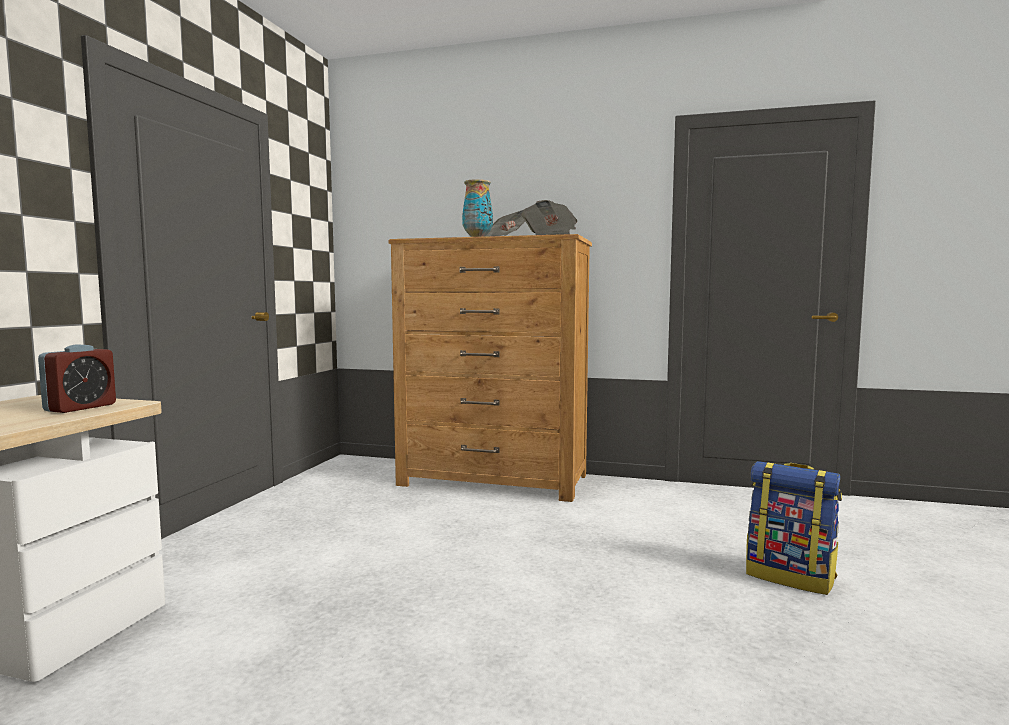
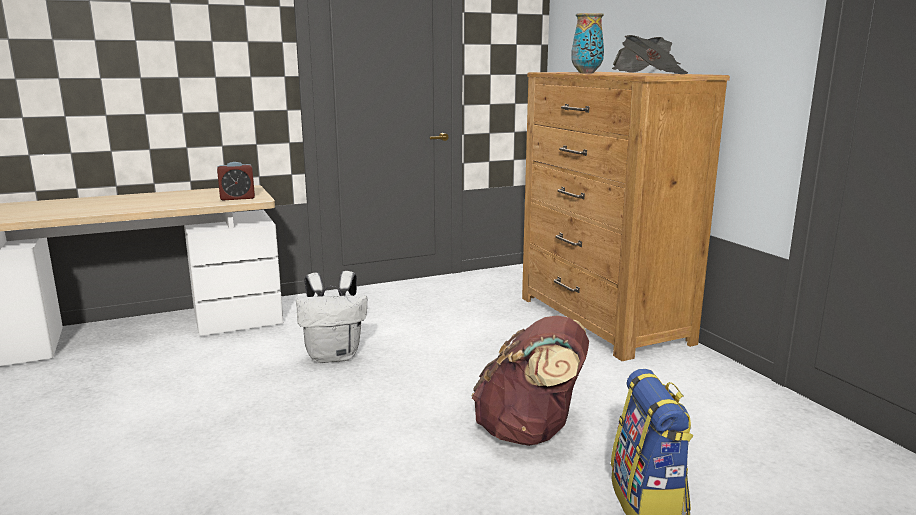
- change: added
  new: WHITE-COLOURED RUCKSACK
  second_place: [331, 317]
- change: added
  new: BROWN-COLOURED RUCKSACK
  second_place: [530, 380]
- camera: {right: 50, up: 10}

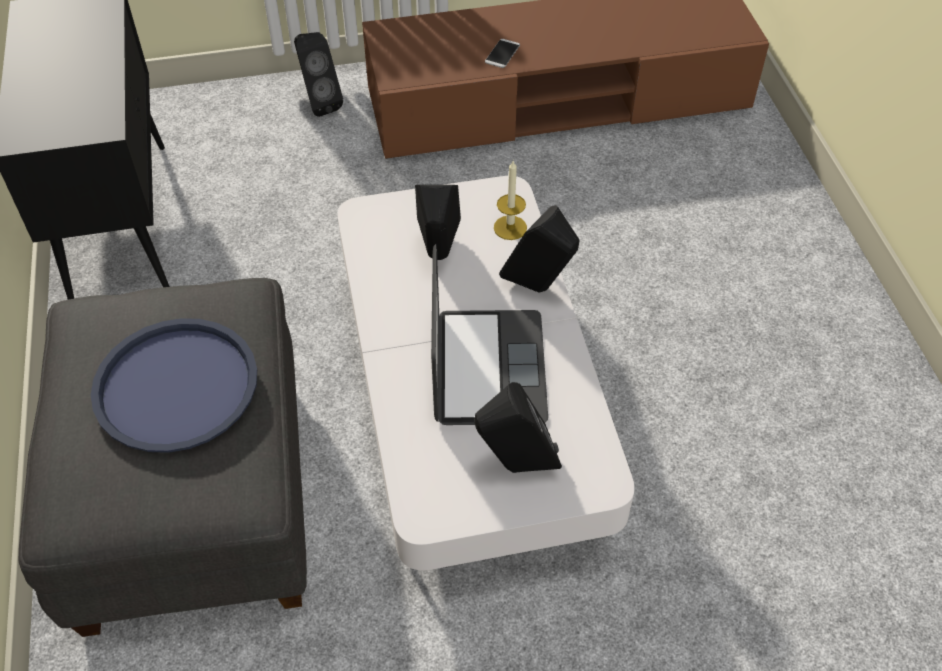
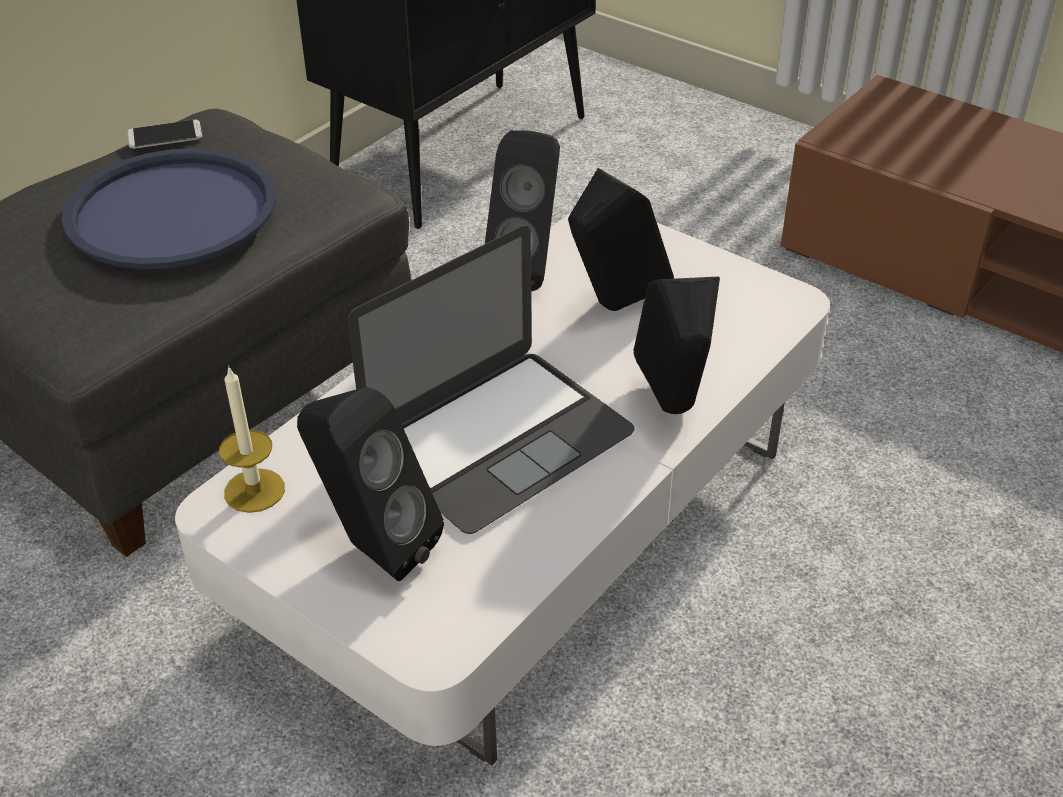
- change: moved
  old: TELEPHONE
  first_place: [502, 53]
  second_place: [164, 134]
- change: moved
  old: CANDLE
  first_place: [510, 200]
  second_place: [252, 439]
- change: moved
  old: BLACK AUDIO SPEAKER
  first_place: [318, 74]
  second_place: [522, 210]
- camera: {right: 50, up: -10}

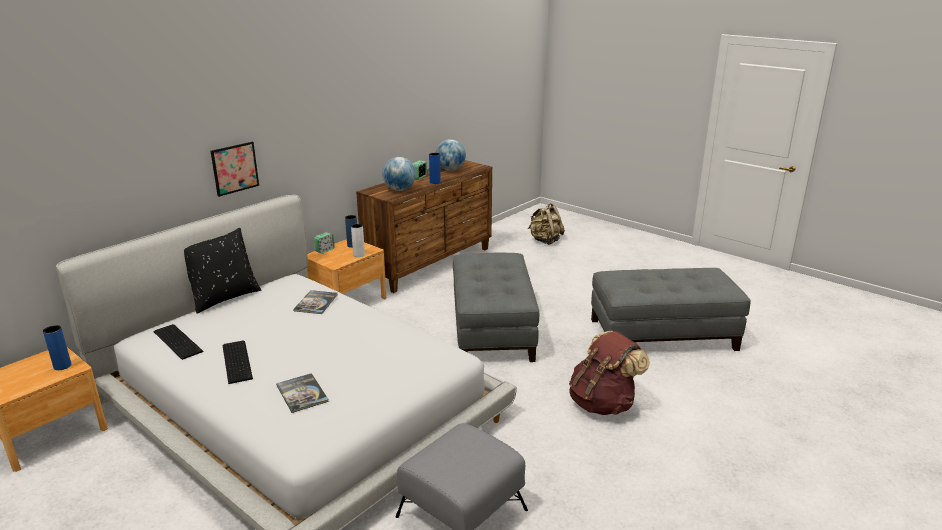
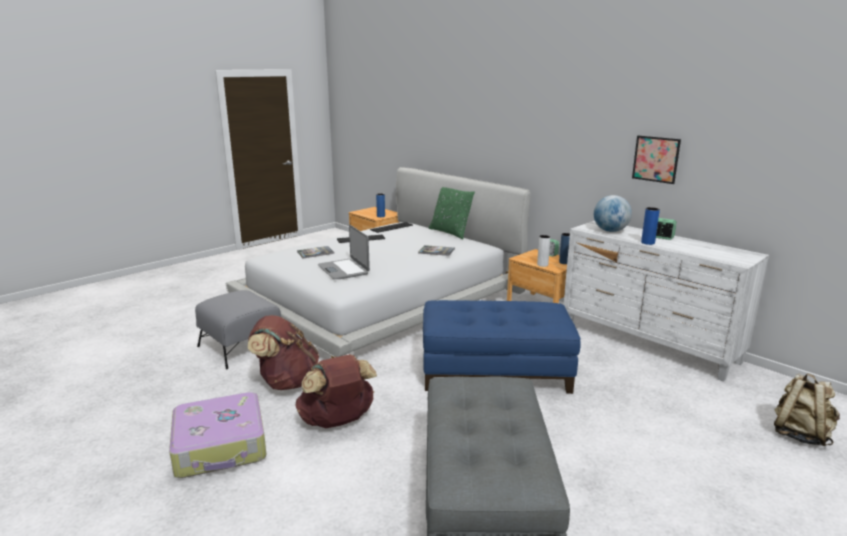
- change: added
  new: TRAVEL CASE
  second_place: [217, 435]
- change: added
  new: BROWN-COLOURED RUCKSACK
  second_place: [283, 352]
- change: added
  new: LAPTOP
  second_place: [344, 252]
- change: recoloured
  old: GREY POUFFE
  new: BLUISH POUFFE
  first_place: [496, 307]
  second_place: [502, 347]
- change: recoloured
  old: BLACK PILLOW
  new: GREEN-COLOURED PILLOW
  first_place: [222, 270]
  second_place: [452, 213]
- change: recoloured
  old: BROWN-COLOURED DRAWER CHEST
  new: WHITE-COLOURED DRAWER CHEST
  first_place: [424, 226]
  second_place: [666, 301]
- change: moved
  old: WALL ART
  first_place: [235, 169]
  second_place: [656, 160]
- change: removed
  old: WORLD GLOBE
  first_place: [450, 155]
- camera: {right: 95, up: -5}

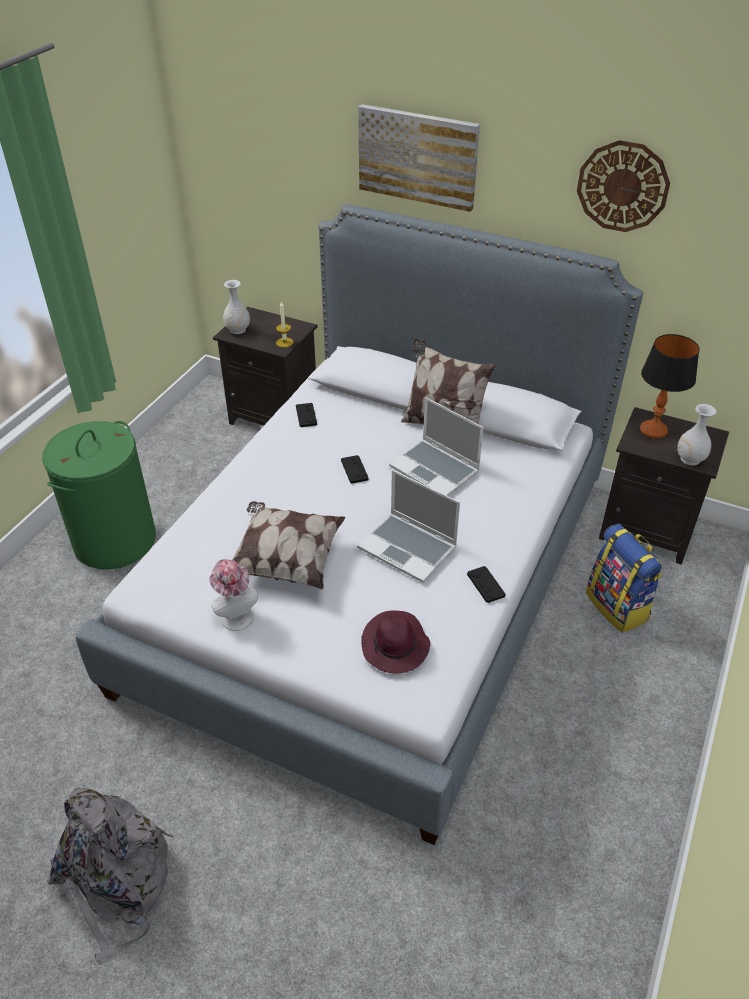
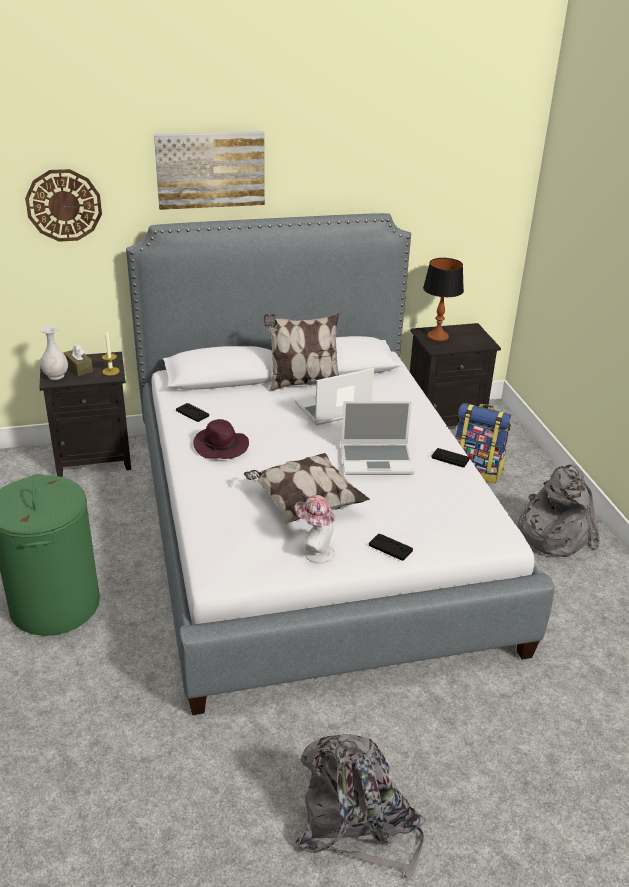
- change: moved
  old: WALL CLOCK
  first_place: [623, 186]
  second_place: [63, 205]
- change: added
  new: BROWN-COLOURED TISSUE HOLDER
  second_place: [78, 360]
- change: moved
  old: PURPLE CLOTHING HAT
  first_place: [395, 642]
  second_place: [221, 439]
- change: turned
  old: LAPTOP
  first_place: [436, 446]
  second_place: [334, 396]
  degrees: 150
- change: moved
  old: BLACK GAMEPAD
  first_place: [355, 469]
  second_place: [391, 547]
- change: added
  new: GREY RUCKSACK
  second_place: [559, 511]
- change: removed
  old: WHITE-COLOURED VASE
  first_place: [696, 434]
- camera: {right: -40, up: -10}

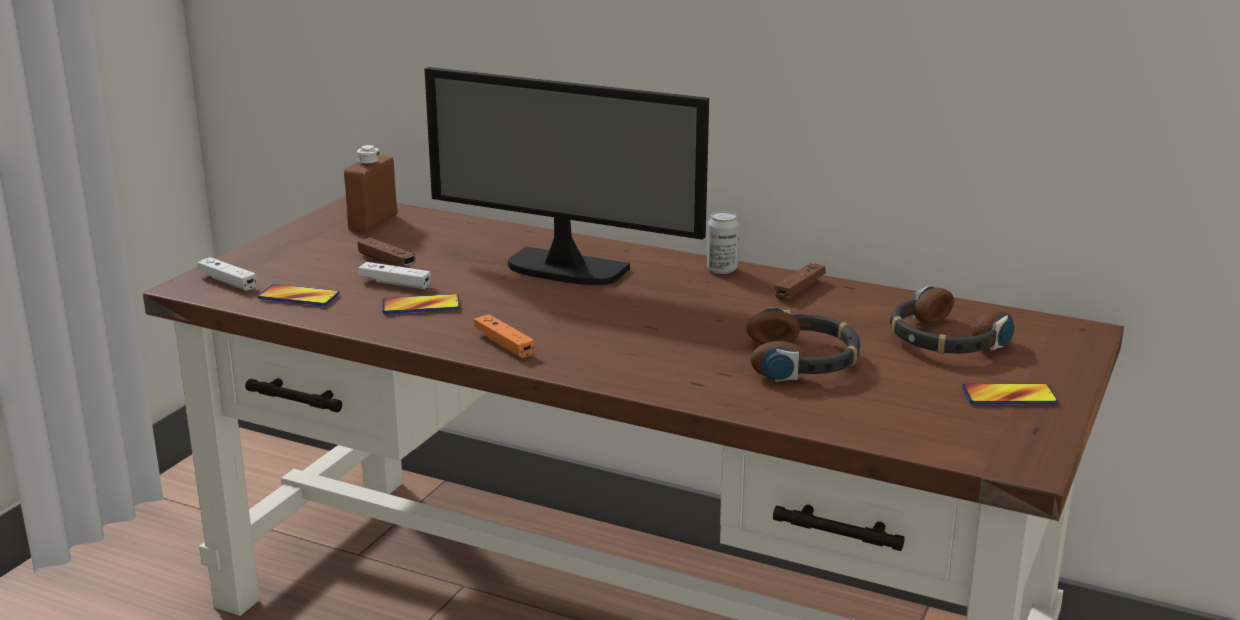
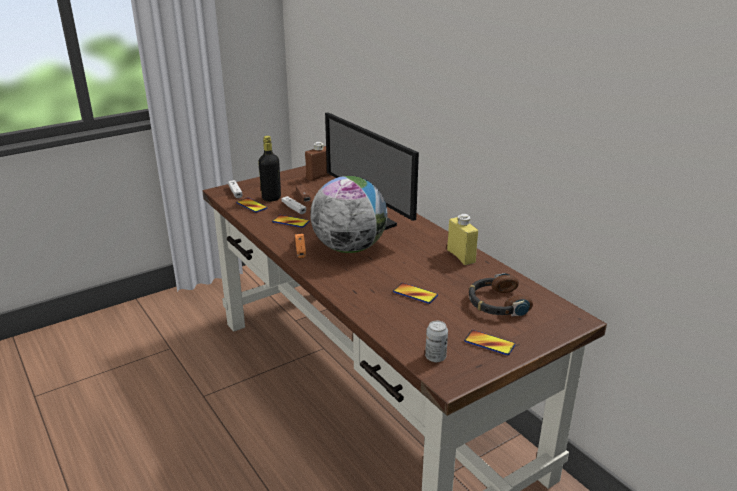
- change: added
  new: BLACK DRINK BOTTLE
  second_place: [269, 169]
- change: added
  new: WORLD GLOBE
  second_place: [349, 214]
- change: replaced
  old: HEADPHONES
  new: TELEPHONE
  first_place: [803, 344]
  second_place: [415, 293]
- change: moved
  old: METAL CAN
  first_place: [723, 243]
  second_place: [436, 341]
- change: replaced
  old: BROWN-COLOURED GAMEPAD
  new: YELLOW-COLOURED DRINK BOTTLE
  first_place: [800, 282]
  second_place: [462, 239]
- camera: {right: 30, up: 5}

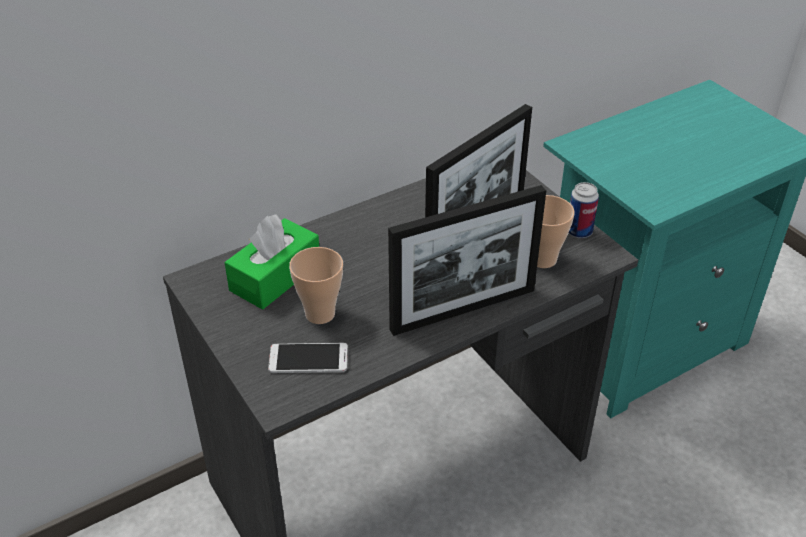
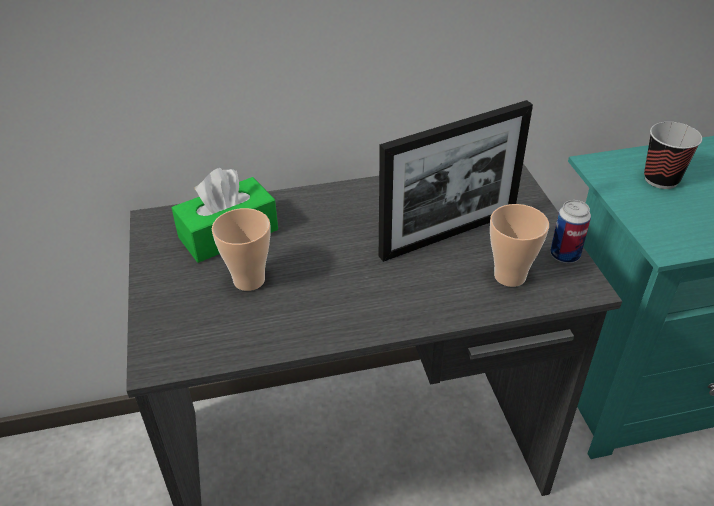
- change: added
  new: DRINKING CUP
  second_place: [673, 155]
- change: removed
  old: TELEPHONE
  first_place: [308, 358]
- change: removed
  old: PHOTO FRAME
  first_place: [467, 260]
- camera: {right: 20, up: 0}

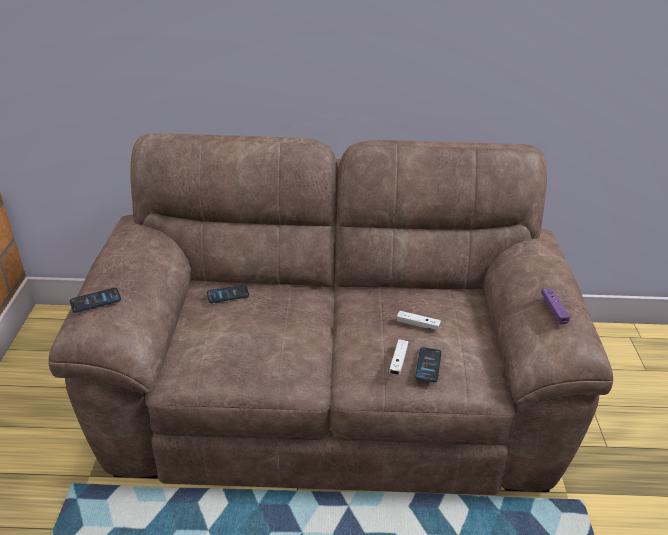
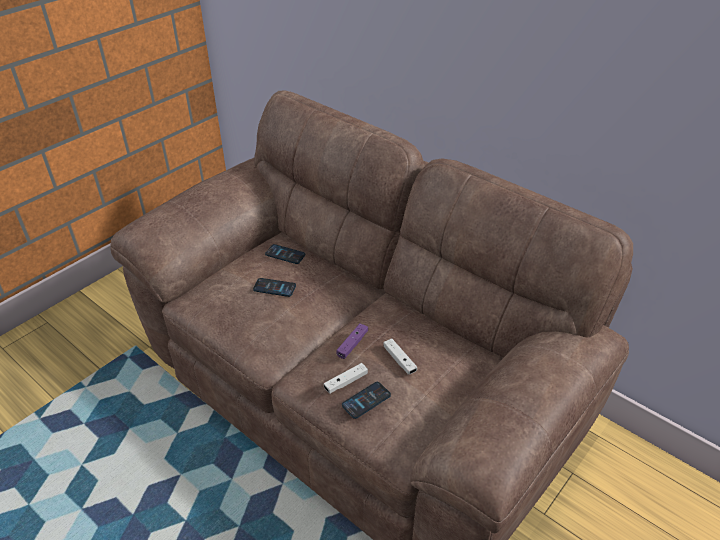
- change: moved
  old: TELEPHONE
  first_place: [95, 300]
  second_place: [274, 287]
- change: moved
  old: PURPLE GAMEPAD
  first_place: [555, 306]
  second_place: [352, 341]
- camera: {right: 40, up: 5}

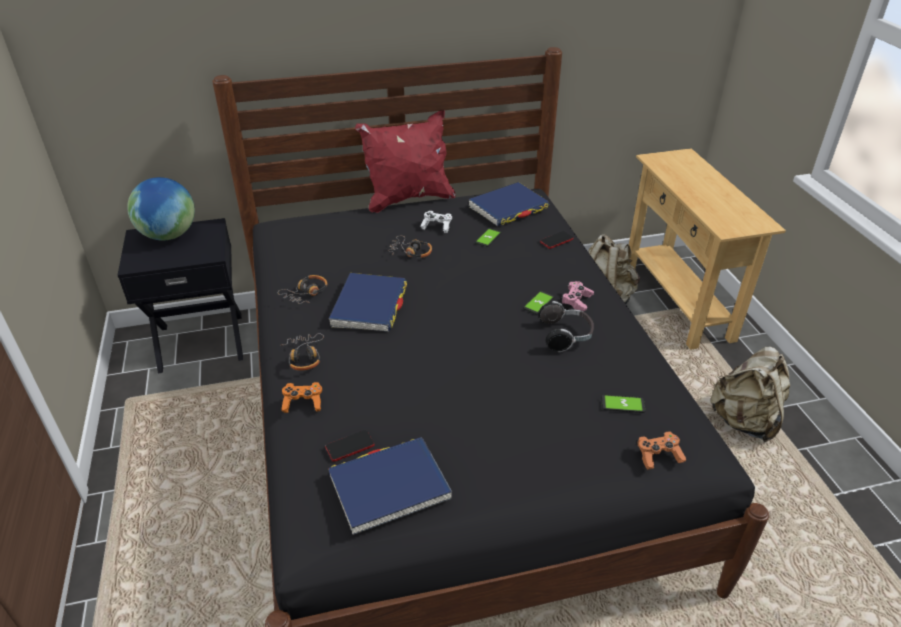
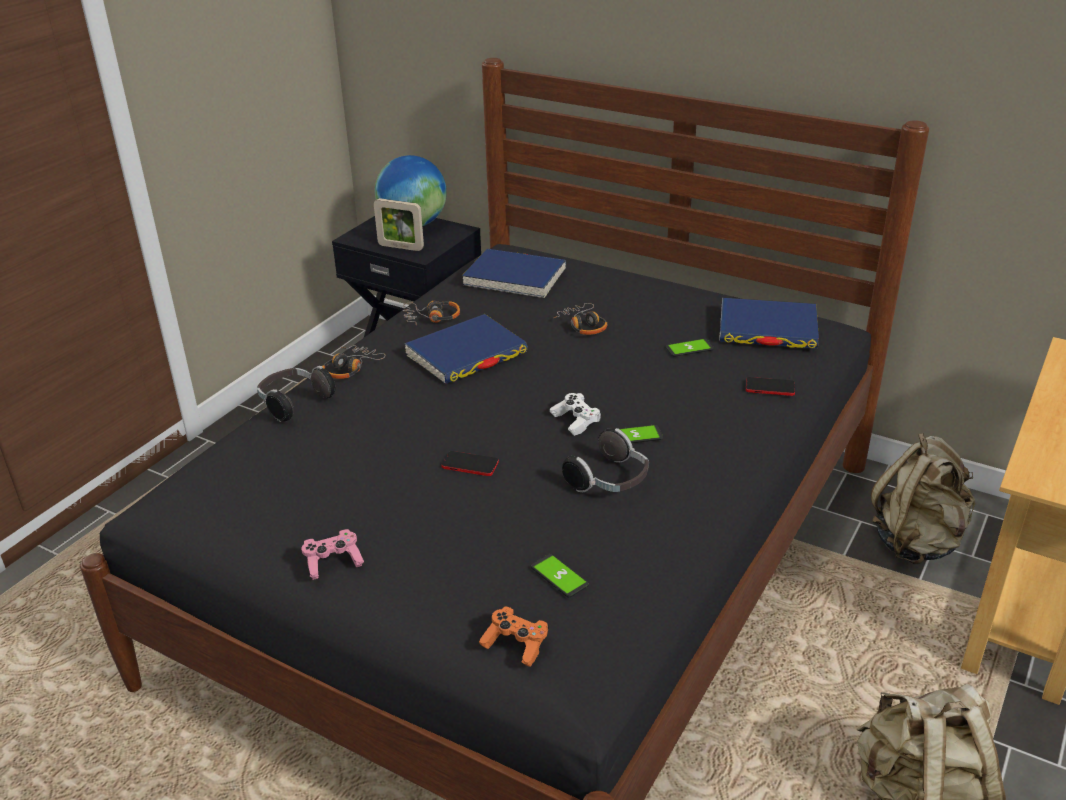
- change: replaced
  old: ORANGE GAMEPAD
  new: HEADPHONES
  first_place: [301, 397]
  second_place: [296, 394]
- change: moved
  old: PINK GAMEPAD
  first_place: [577, 296]
  second_place: [332, 554]
- change: added
  new: PHOTO FRAME
  second_place: [399, 224]
- change: moved
  old: TELEPHONE
  first_place: [349, 446]
  second_place: [470, 463]
- change: moved
  old: BLUISH BOOK
  first_place: [390, 486]
  second_place: [514, 273]
- change: moved
  old: WHITE-COLOURED GAMEPAD
  first_place: [436, 222]
  second_place: [576, 414]
- change: removed
  old: RED PILLOW
  first_place: [405, 161]
- camera: {right: 45, up: -5}

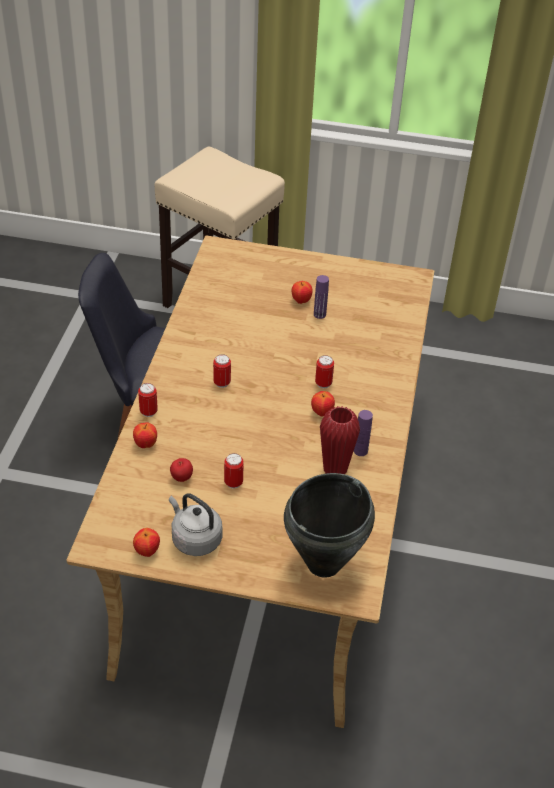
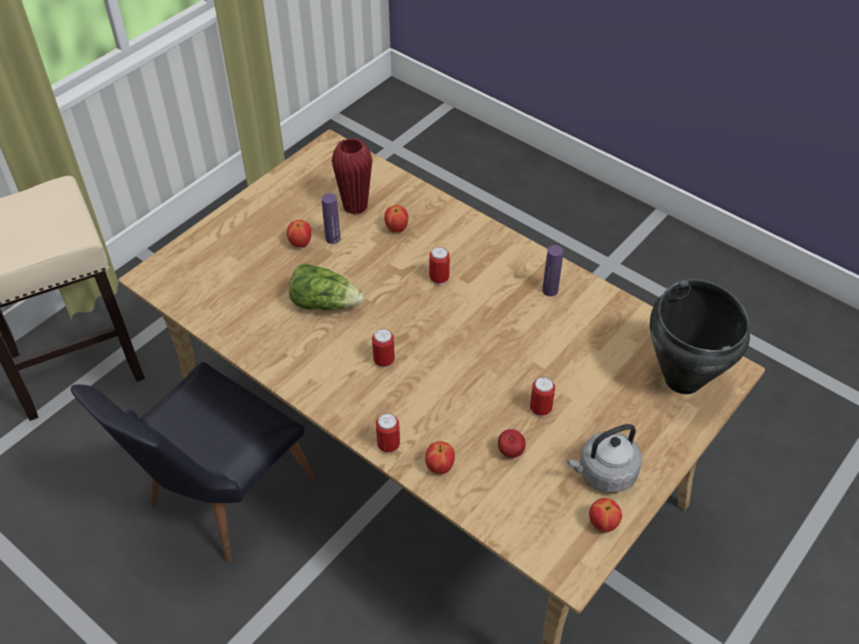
- change: added
  new: HEAD OF LETTUCE
  second_place: [326, 287]
- change: moved
  old: RED VASE
  first_place: [340, 440]
  second_place: [352, 176]
- change: moved
  old: APPLE
  first_place: [323, 403]
  second_place: [396, 219]
- camera: {right: -60, up: 5}

